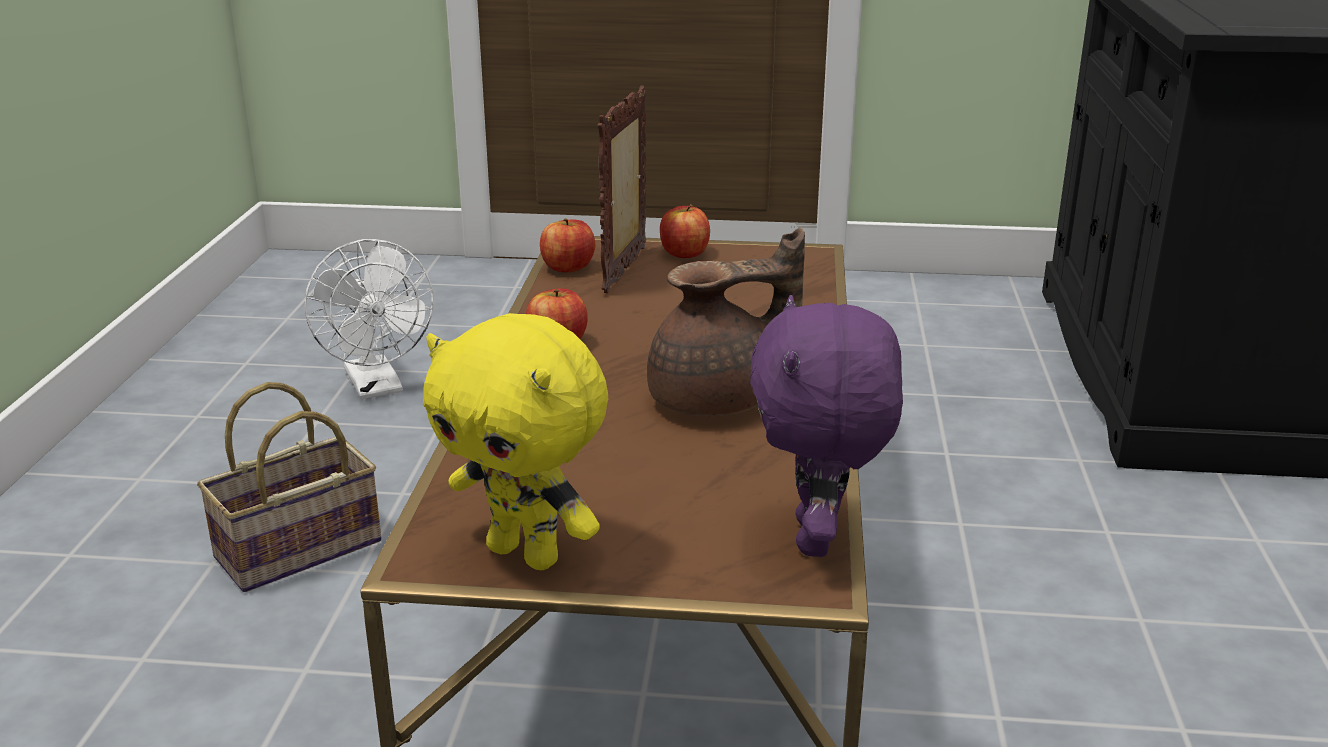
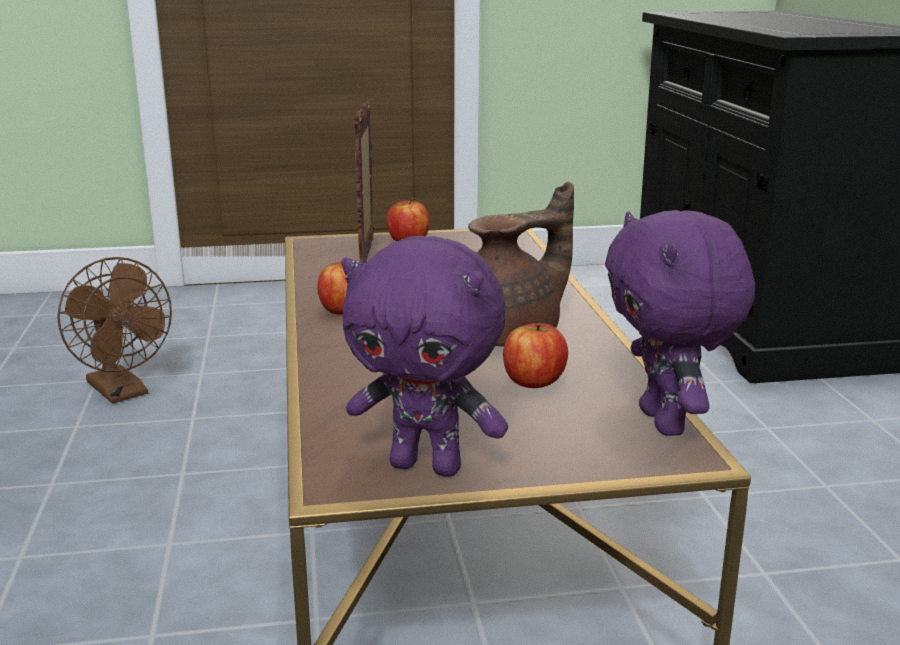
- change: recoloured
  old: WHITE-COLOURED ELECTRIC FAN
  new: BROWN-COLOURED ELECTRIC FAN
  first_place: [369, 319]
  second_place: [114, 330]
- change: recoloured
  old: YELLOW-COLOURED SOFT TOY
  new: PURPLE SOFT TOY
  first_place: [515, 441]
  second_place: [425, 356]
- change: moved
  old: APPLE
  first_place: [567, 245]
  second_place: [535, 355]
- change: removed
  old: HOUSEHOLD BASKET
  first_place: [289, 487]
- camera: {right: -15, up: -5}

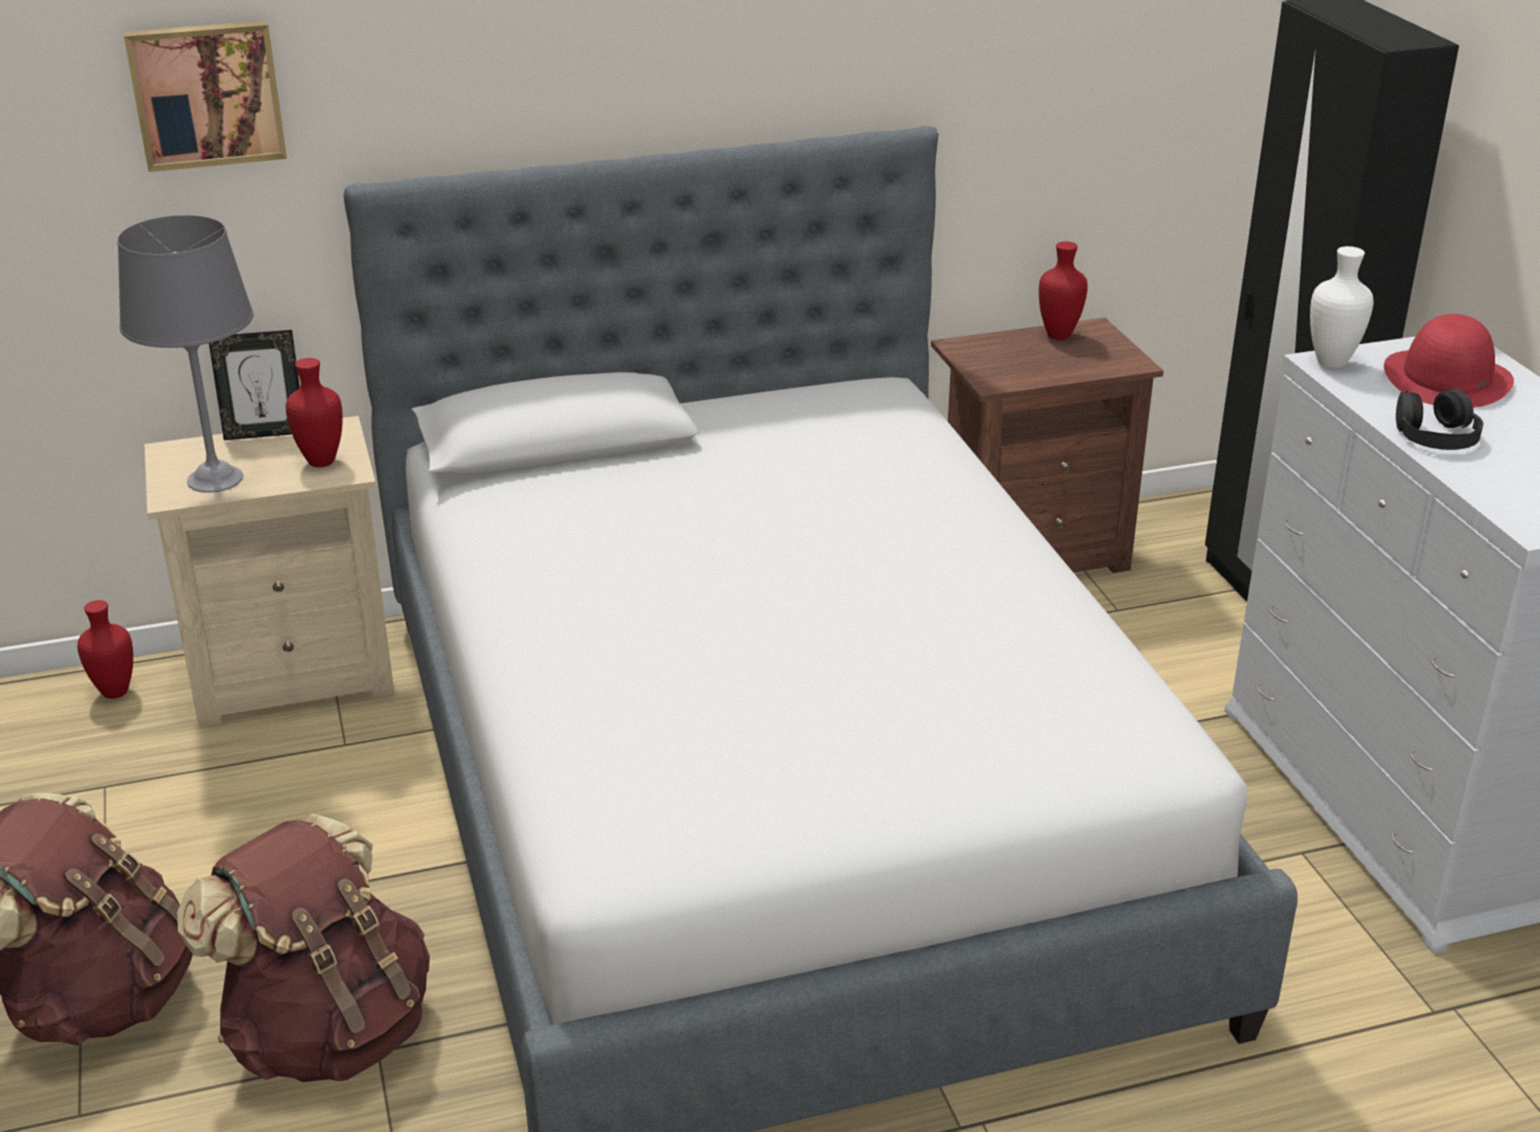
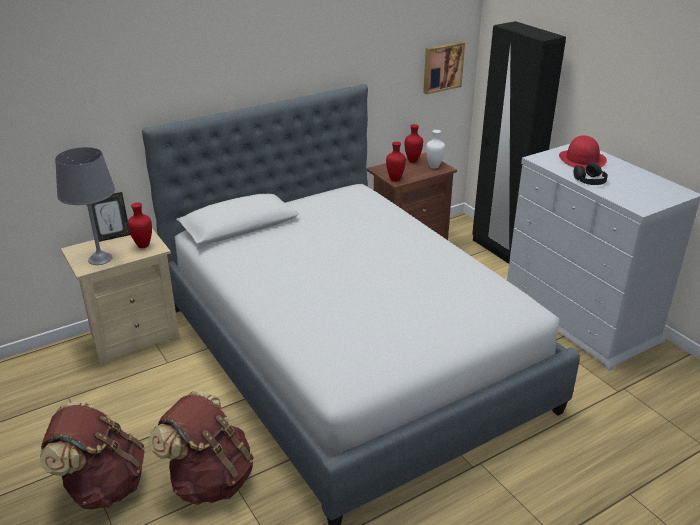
- change: moved
  old: RED VASE
  first_place: [105, 649]
  second_place: [396, 162]
- change: moved
  old: WALL ART
  first_place: [205, 96]
  second_place: [444, 68]
- change: moved
  old: WHITE-COLOURED VASE
  first_place: [1342, 307]
  second_place: [435, 149]
- camera: {right: -15, up: 0}

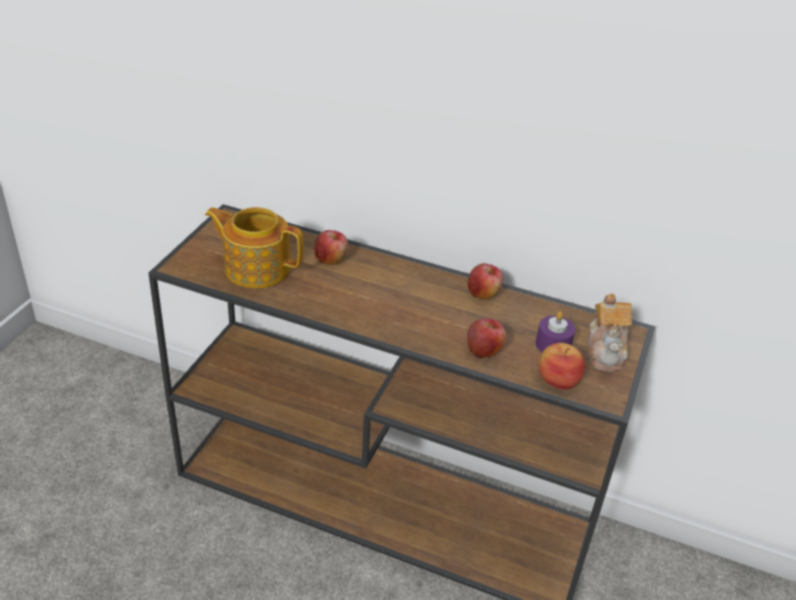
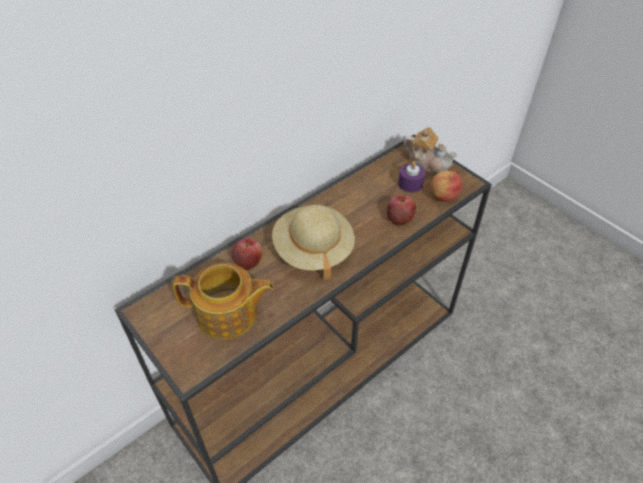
- change: turned
  old: TEAPOT
  first_place: [254, 247]
  second_place: [223, 301]
  degrees: -135
- change: added
  new: BEIGE-COLOURED CLOTHING HAT
  second_place: [313, 242]
- change: removed
  old: APPLE
  first_place: [485, 281]
- camera: {right: -60, up: 10}

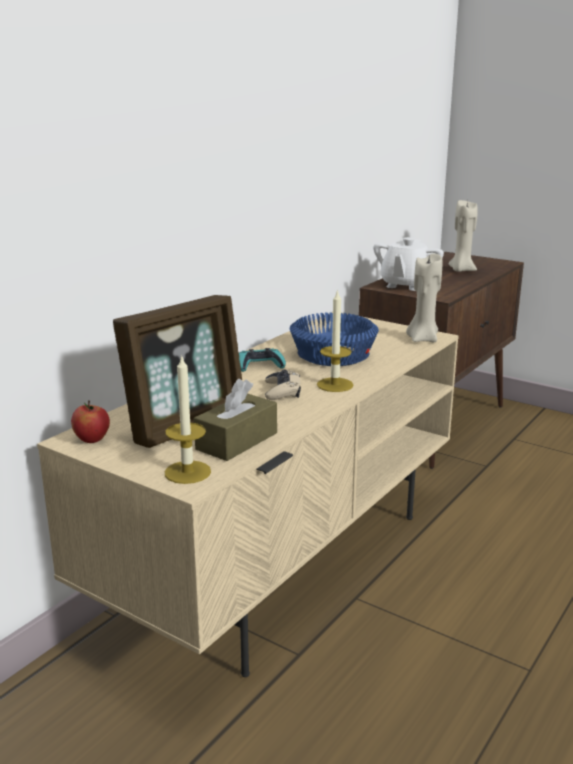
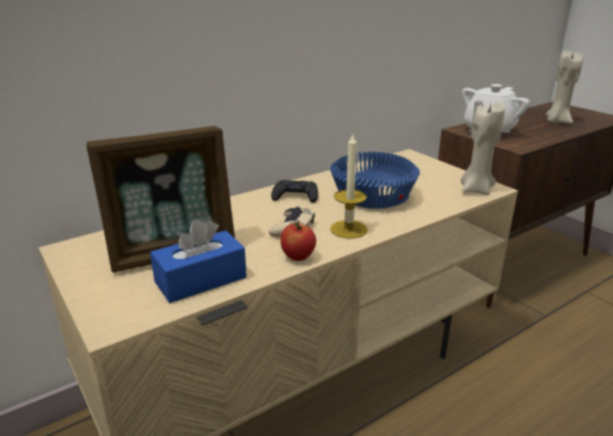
- change: recoloured
  old: BROWN-COLOURED TISSUE HOLDER
  new: BLUISH TISSUE HOLDER
  first_place: [235, 420]
  second_place: [198, 261]
- change: recoloured
  old: TURQUOISE-COLOURED GAMEPAD
  new: BLACK GAMEPAD
  first_place: [262, 360]
  second_place: [294, 191]
- change: moved
  old: APPLE
  first_place: [90, 421]
  second_place: [298, 240]
- change: removed
  old: CANDLE
  first_place: [188, 419]
- camera: {right: 20, up: 5}

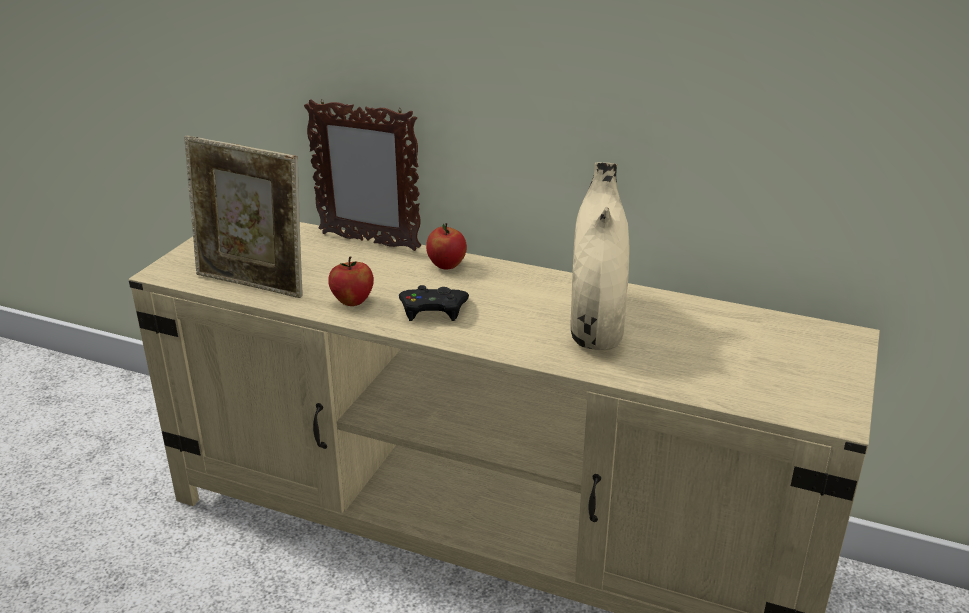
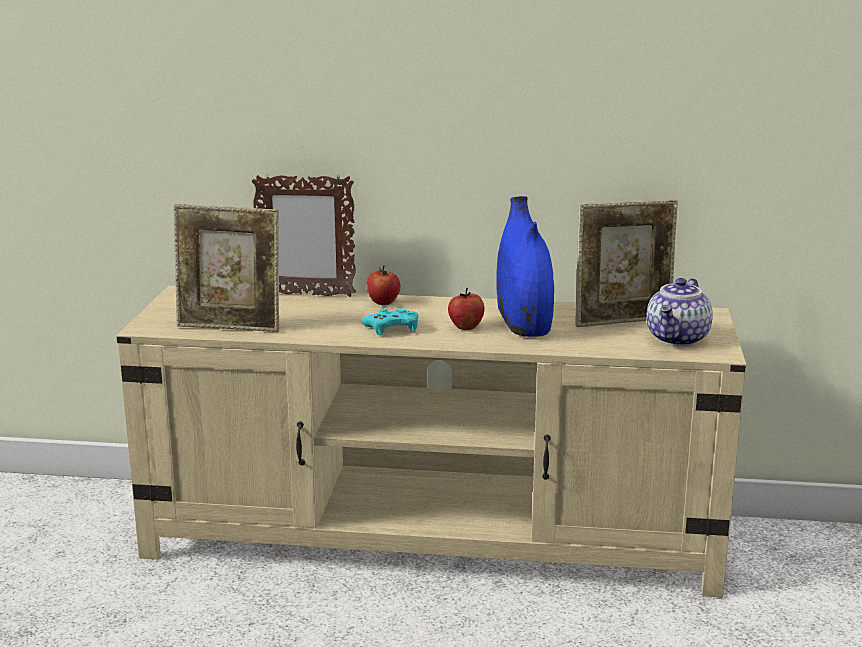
- change: recoloured
  old: BLACK GAMEPAD
  new: TURQUOISE-COLOURED GAMEPAD
  first_place: [434, 303]
  second_place: [390, 321]
- change: moved
  old: APPLE
  first_place: [351, 281]
  second_place: [466, 309]
- change: recoloured
  old: BEIGE-COLOURED VASE
  new: BLUISH VASE
  first_place: [600, 256]
  second_place: [525, 266]
- change: added
  new: PHOTO FRAME
  second_place: [626, 263]
- change: added
  new: TEAPOT
  second_place: [680, 312]
- camera: {right: -15, up: -10}

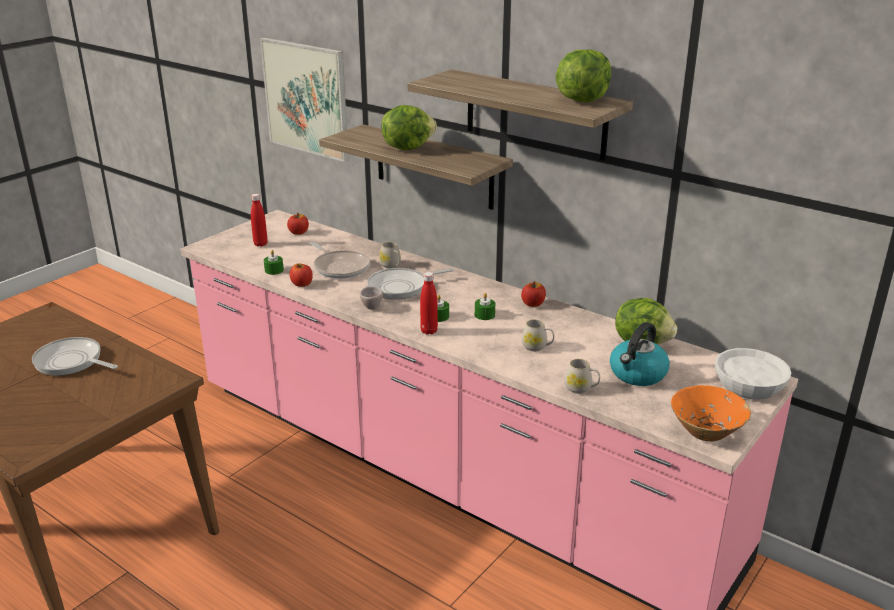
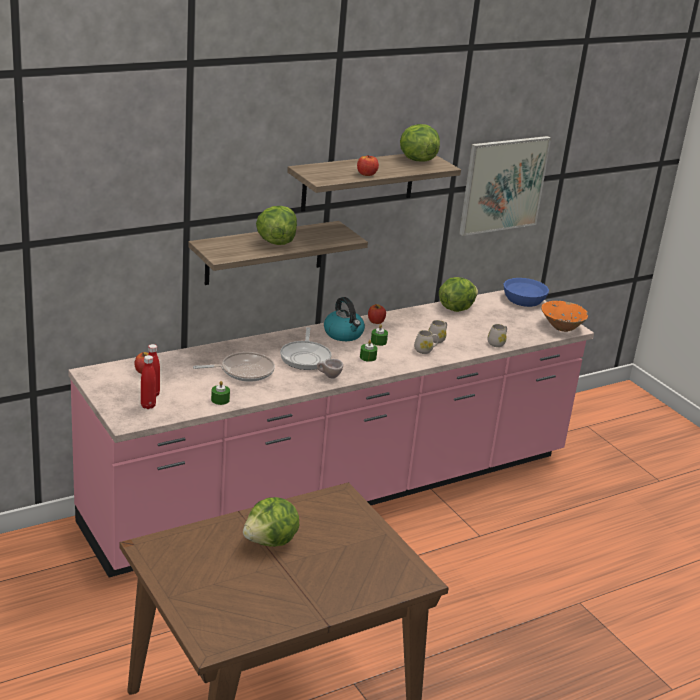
- change: moved
  old: RED DRINK BOTTLE
  first_place: [429, 303]
  second_place: [148, 382]
- change: replaced
  old: PAN
  new: HEAD OF LETTUCE
  first_place: [75, 356]
  second_place: [271, 522]
- change: moved
  old: KETTLE
  first_place: [640, 354]
  second_place: [344, 319]
- change: moved
  old: APPLE
  first_place: [301, 275]
  second_place: [368, 165]
- change: moved
  old: WHITE-COLOURED MUG
  first_place: [390, 255]
  second_place: [426, 342]
- change: moved
  old: WALL ART
  first_place: [304, 100]
  second_place: [505, 186]
- change: recoloured
  old: WHITE-COLOURED DEEP DISH
  new: BLUISH DEEP DISH
  first_place: [753, 374]
  second_place: [526, 292]
- camera: {right: -70, up: 0}

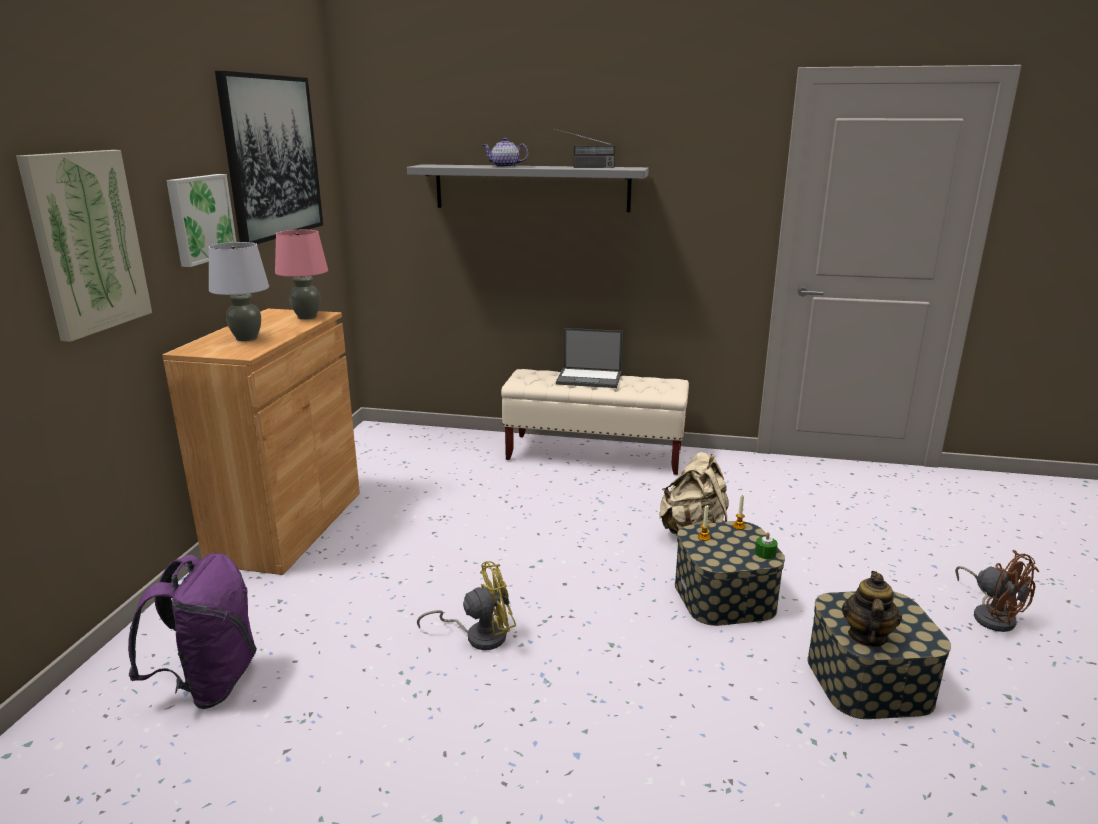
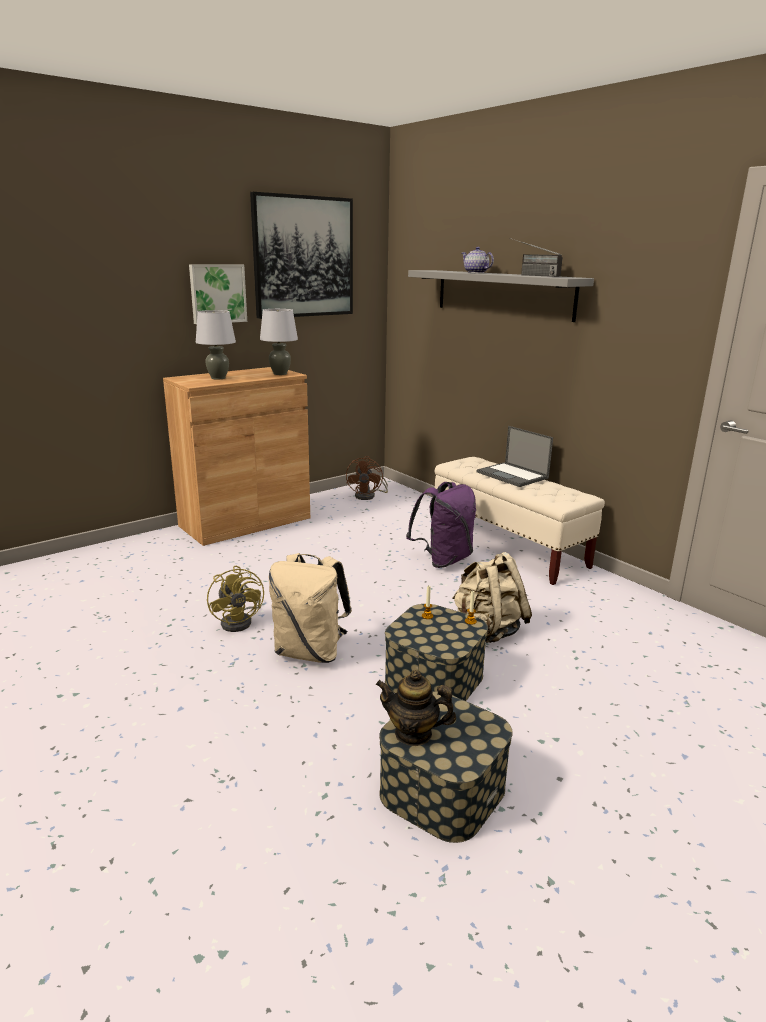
- change: turned
  old: YELLOW-COLOURED ELECTRIC FAN
  first_place: [466, 605]
  second_place: [235, 599]
  degrees: 45
- change: recoloured
  old: PINK TABLE LAMP
  new: GREY TABLE LAMP
  first_place: [301, 274]
  second_place: [279, 342]
- change: added
  new: BEIGE-COLOURED RUCKSACK
  second_place: [310, 608]
- change: moved
  old: BROWN-COLOURED ELECTRIC FAN
  first_place: [997, 591]
  second_place: [367, 478]
- change: turned
  old: TEAPOT
  first_place: [872, 609]
  second_place: [416, 708]
  degrees: -135
- change: moved
  old: PURPLE RUCKSACK
  first_place: [192, 631]
  second_place: [441, 525]
- change: removed
  old: WALL ART
  first_place: [84, 246]
- change: removed
  old: GREEN-COLOURED CANDLE
  first_place: [766, 545]
- camera: {right: 40, up: 0}

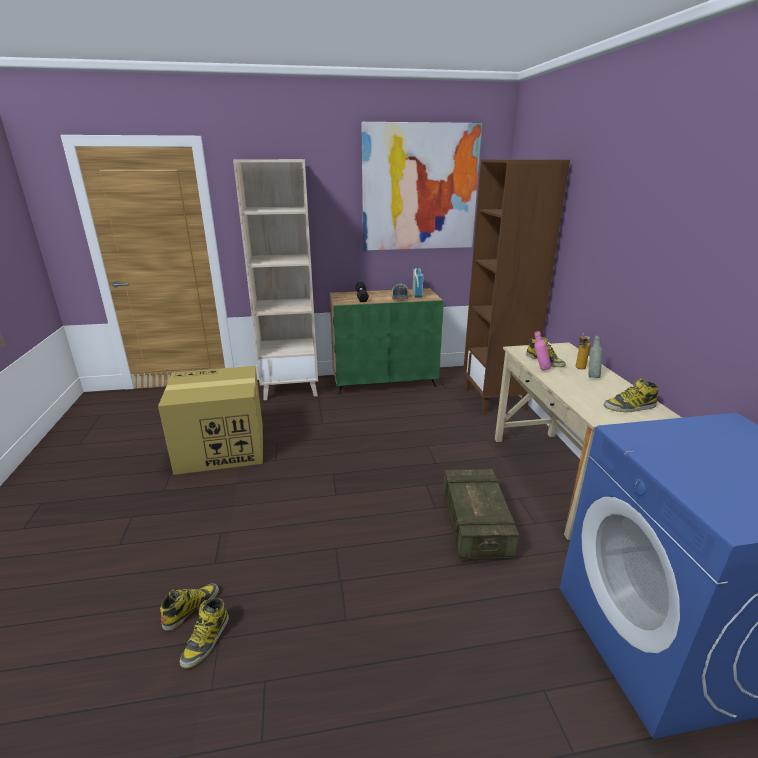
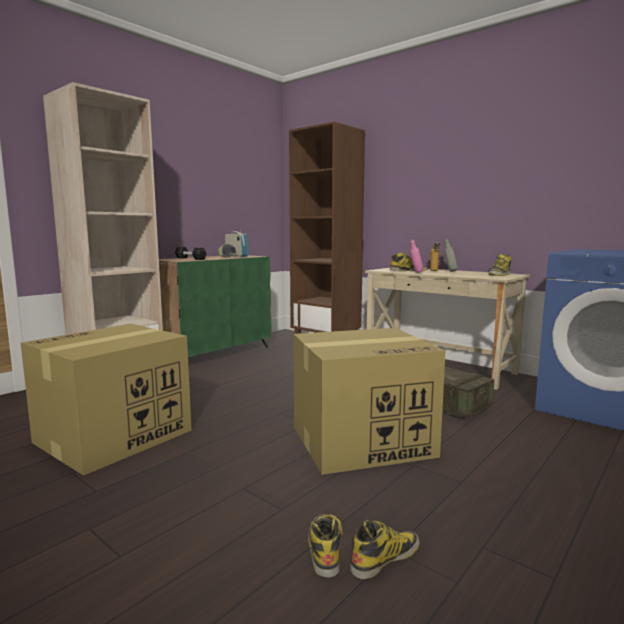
- change: added
  new: PACKING BOX
  second_place: [369, 401]
- change: turned
  old: HIGH-TOP BOOT
  first_place: [204, 633]
  second_place: [385, 549]
  degrees: -105
- change: removed
  old: WALL ART
  first_place: [421, 186]
- camera: {right: -40, up: -15}

